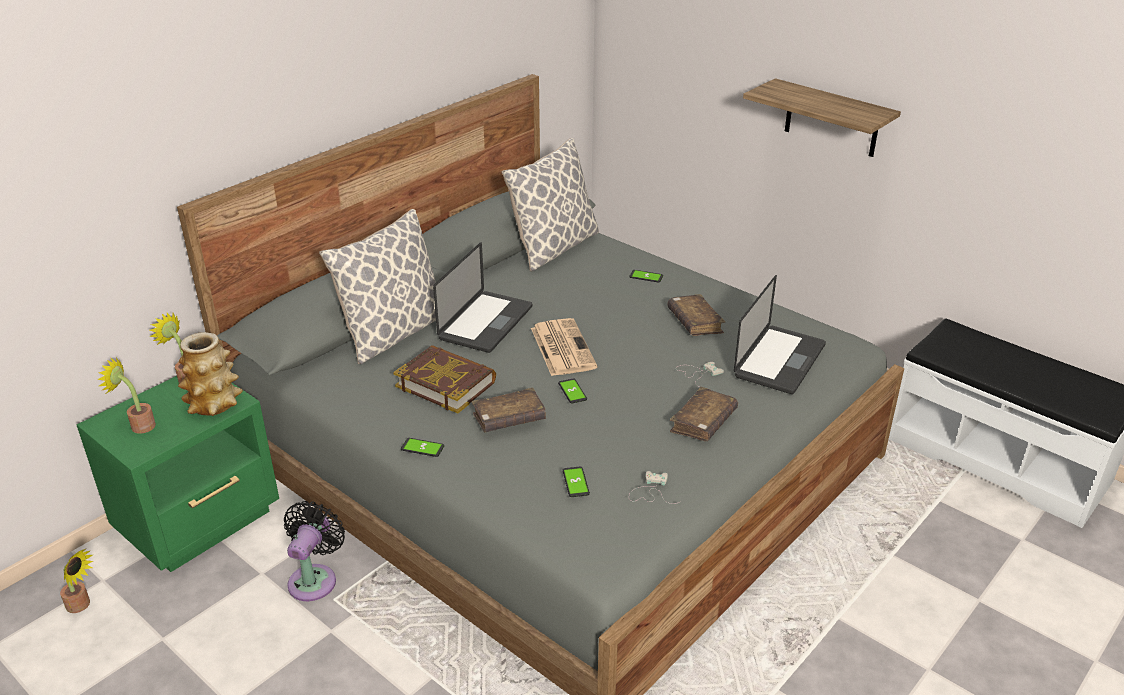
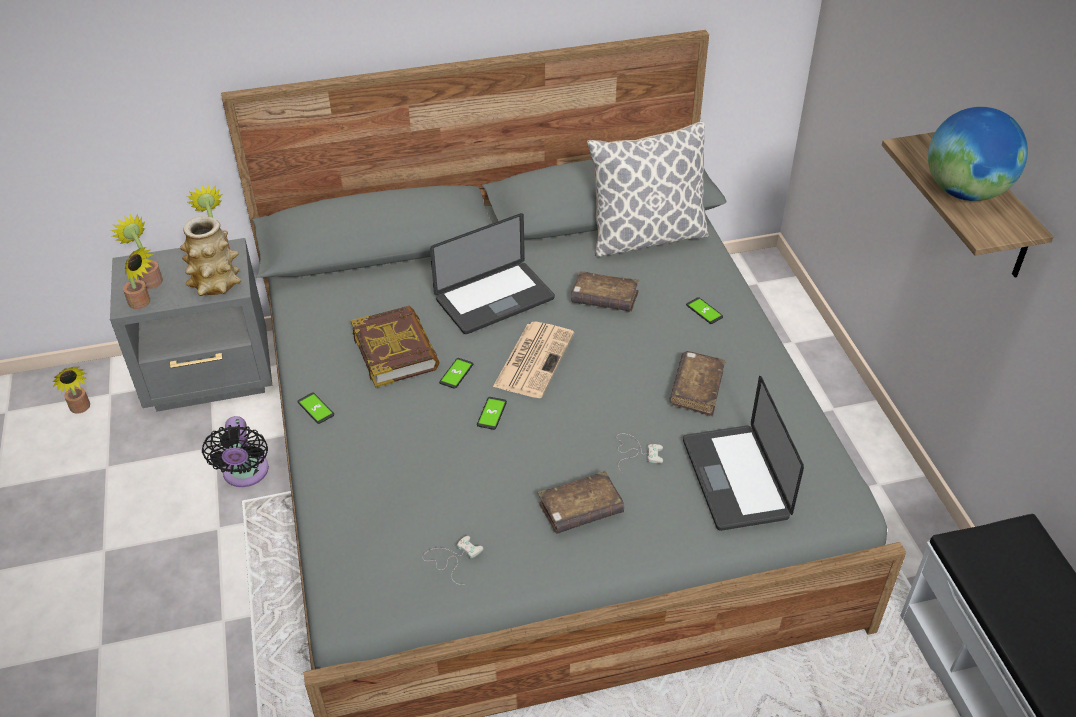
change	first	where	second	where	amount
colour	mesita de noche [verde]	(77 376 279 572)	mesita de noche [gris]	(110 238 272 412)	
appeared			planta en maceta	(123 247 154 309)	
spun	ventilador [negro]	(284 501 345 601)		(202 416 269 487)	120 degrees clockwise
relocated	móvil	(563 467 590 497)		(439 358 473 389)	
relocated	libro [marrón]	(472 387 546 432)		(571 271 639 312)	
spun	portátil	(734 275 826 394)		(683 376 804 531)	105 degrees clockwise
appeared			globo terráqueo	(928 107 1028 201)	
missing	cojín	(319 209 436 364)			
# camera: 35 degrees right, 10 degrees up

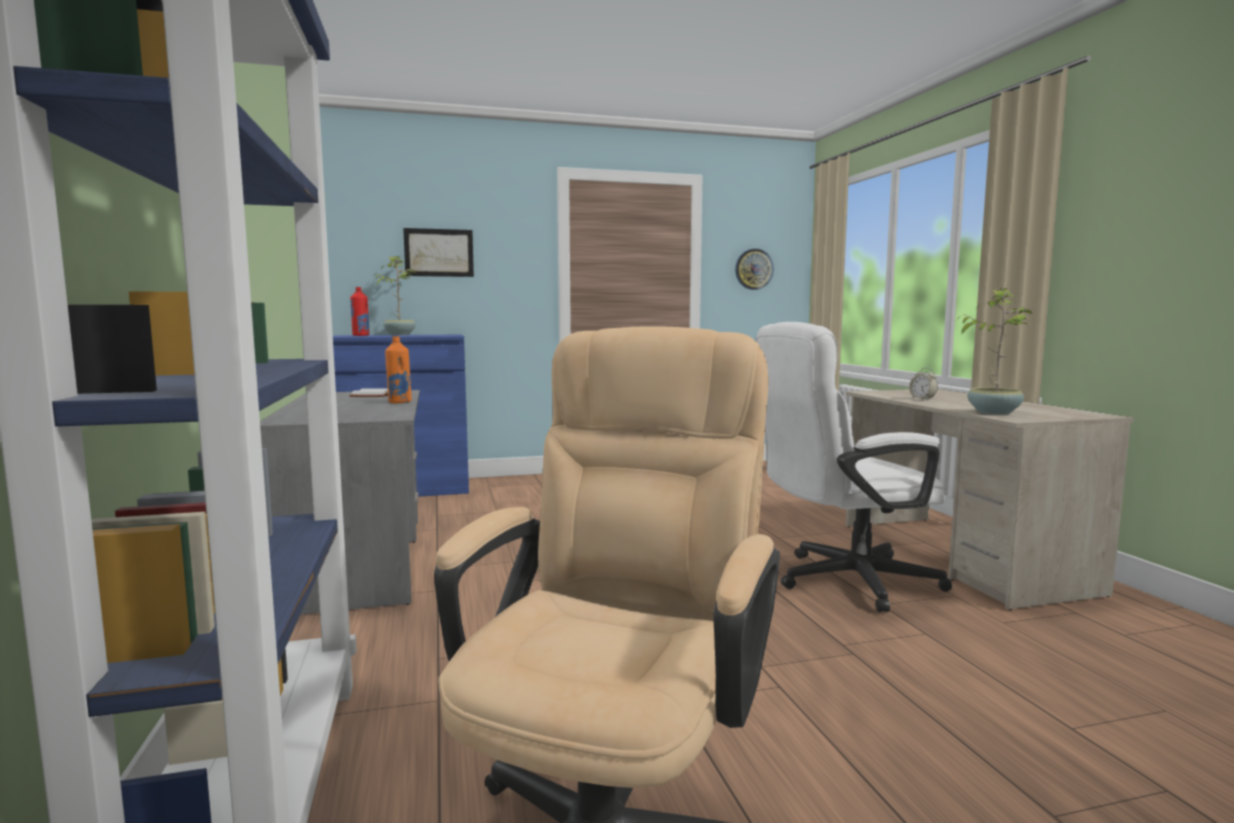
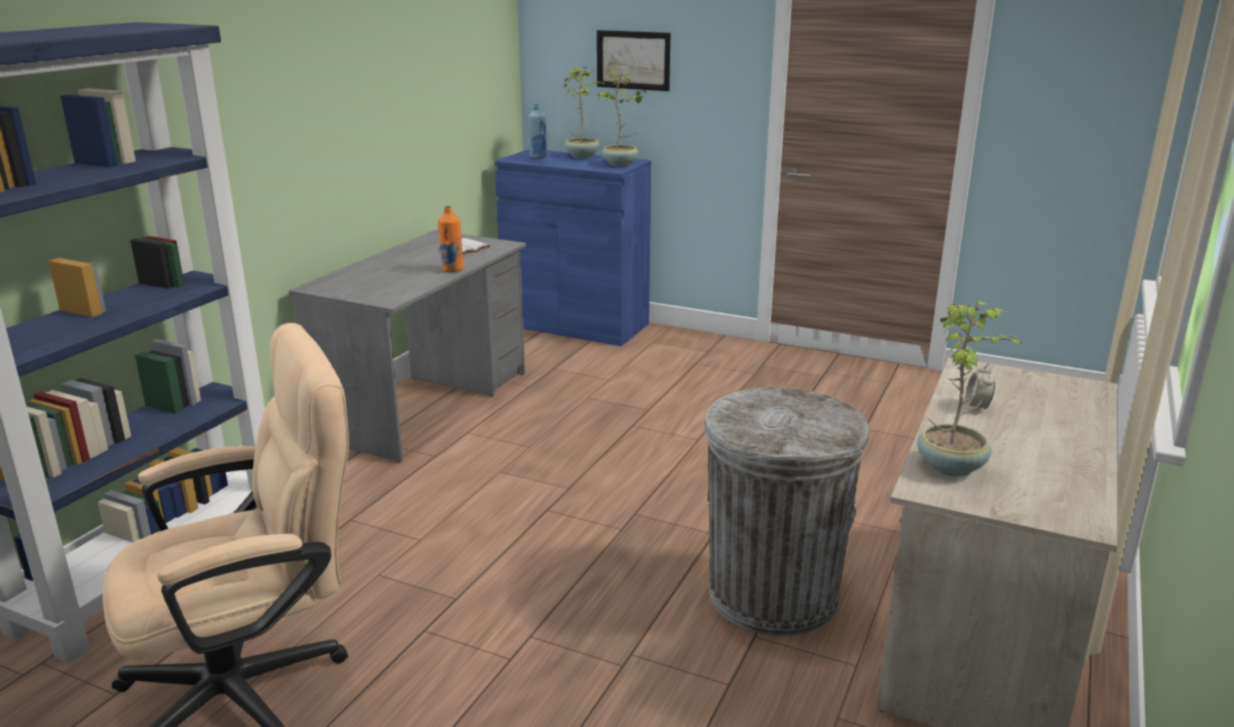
change	first	where	second	where	amount
colour	botella [rojo]	(350 287 370 336)	botella [azul]	(528 104 547 158)	
appeared			planta en maceta	(597 71 646 167)	
exchanged	silla de oficina [blanco]	(755 322 952 612)	papelera [gris]	(704 387 869 636)	
missing	reloj de pared	(735 249 774 290)			
# camera: 40 degrees right, 15 degrees up

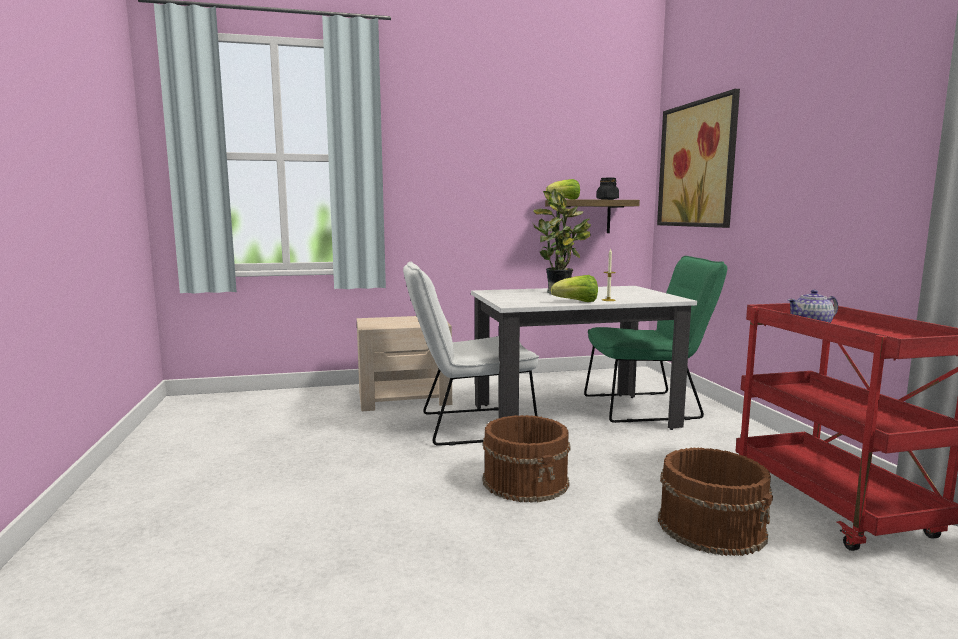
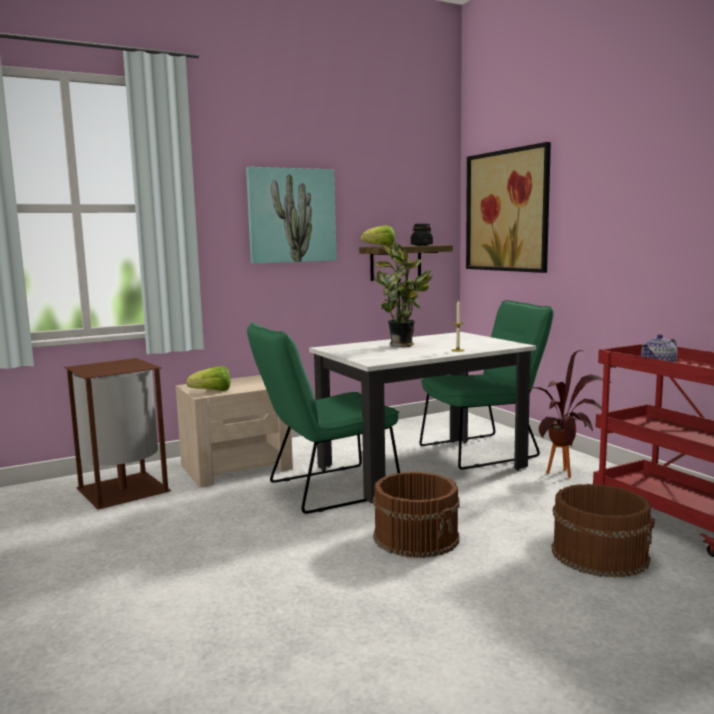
change	first	where	second	where	amount
appeared			papelera [marrón]	(64 358 171 509)	
relocated	lechuga	(551 275 598 302)		(186 366 230 391)	
appeared			cuadro	(246 167 337 264)	
colour	silla [blanco]	(403 262 539 446)	silla [verde]	(247 322 400 514)	
appeared			planta en maceta	(524 350 611 478)	
# camera: 15 degrees left, 0 degrees up

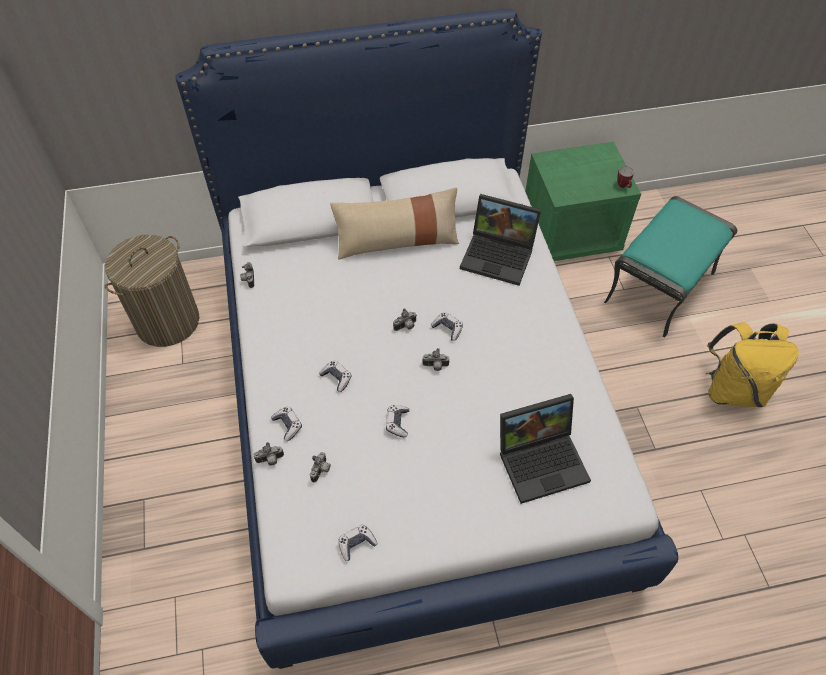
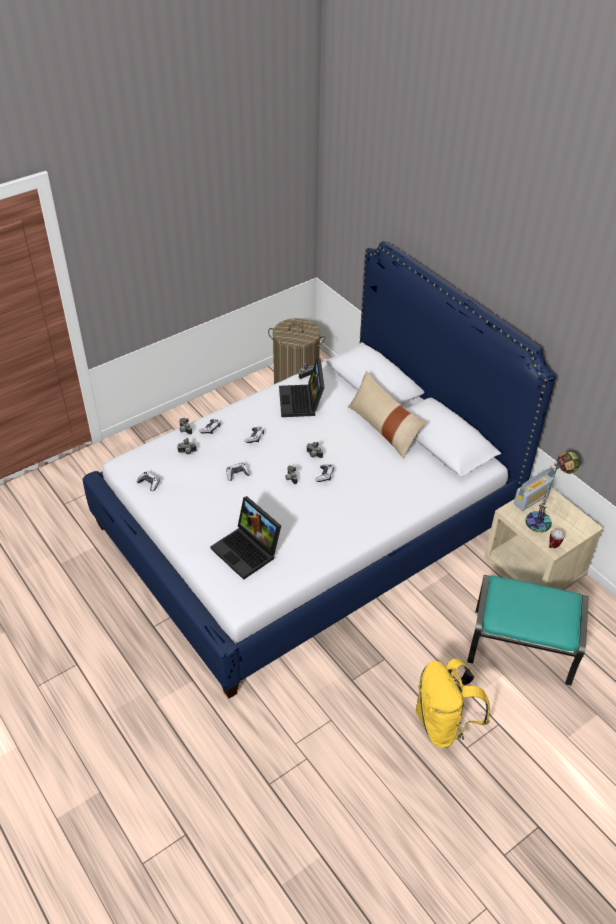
change	first	where	second	where	amount
relocated	portátil	(460 194 541 286)		(279 358 325 417)	
colour	mesita de noche [verde]	(525 142 641 261)	mesita de noche [beis]	(484 487 603 590)	
appeared			radio	(514 469 553 511)	
appeared			lámpara de mesa	(525 451 580 532)	
# camera: 65 degrees right, 10 degrees down

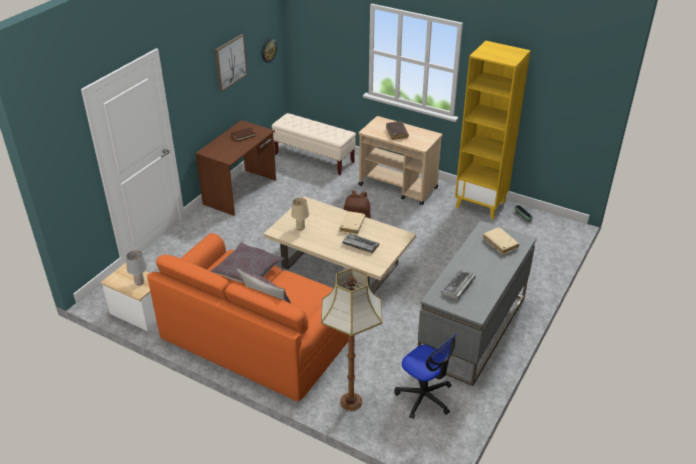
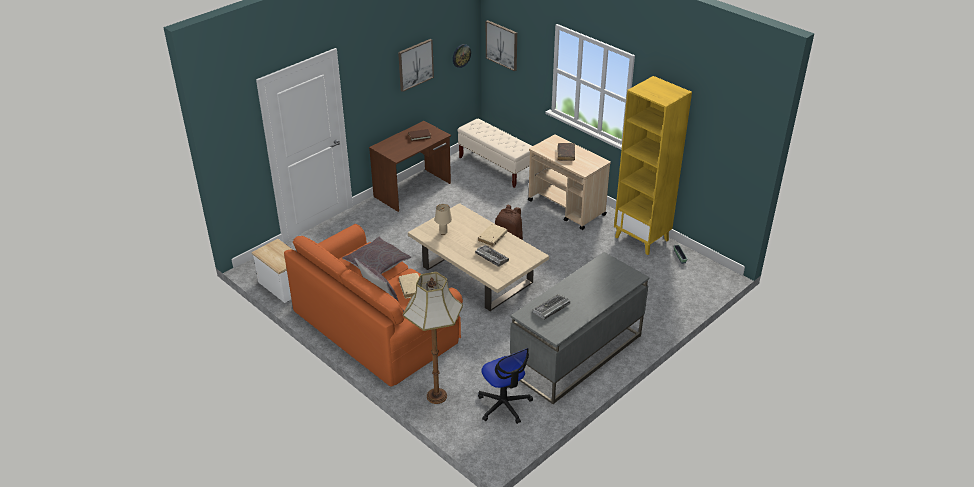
change	first	where	second	where	amount
relocated	libro [beis]	(483 227 519 255)		(399 273 419 299)	
appeared			cuadro	(486 20 517 71)	
missing	lámpara de mesa [gris]	(126 251 147 285)			
# camera: 15 degrees right, 0 degrees up

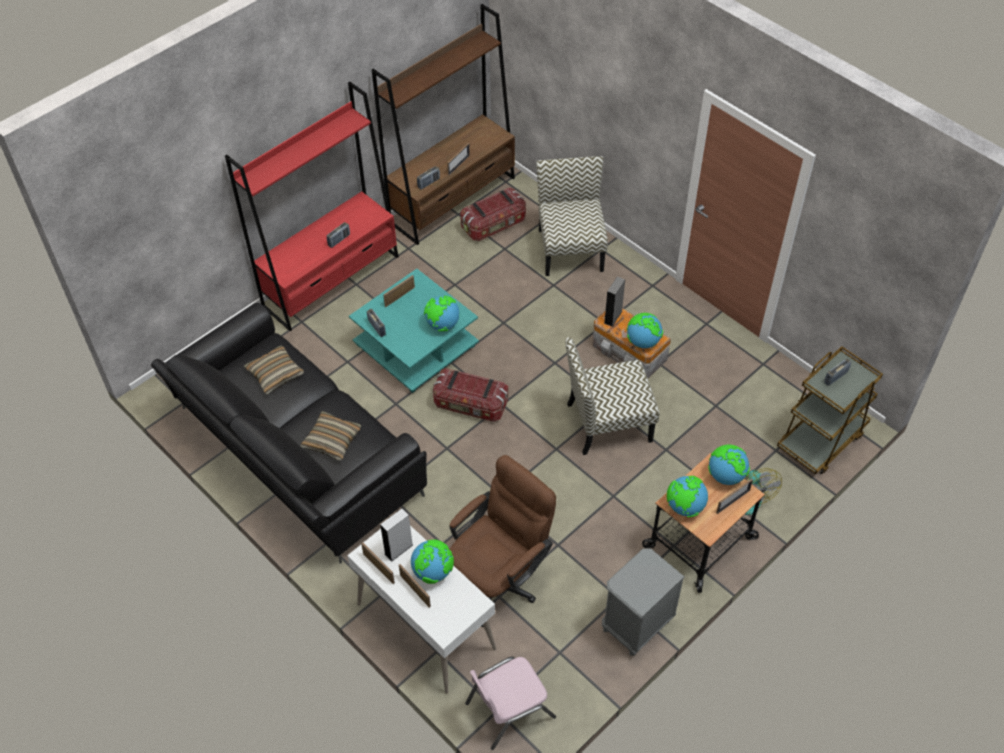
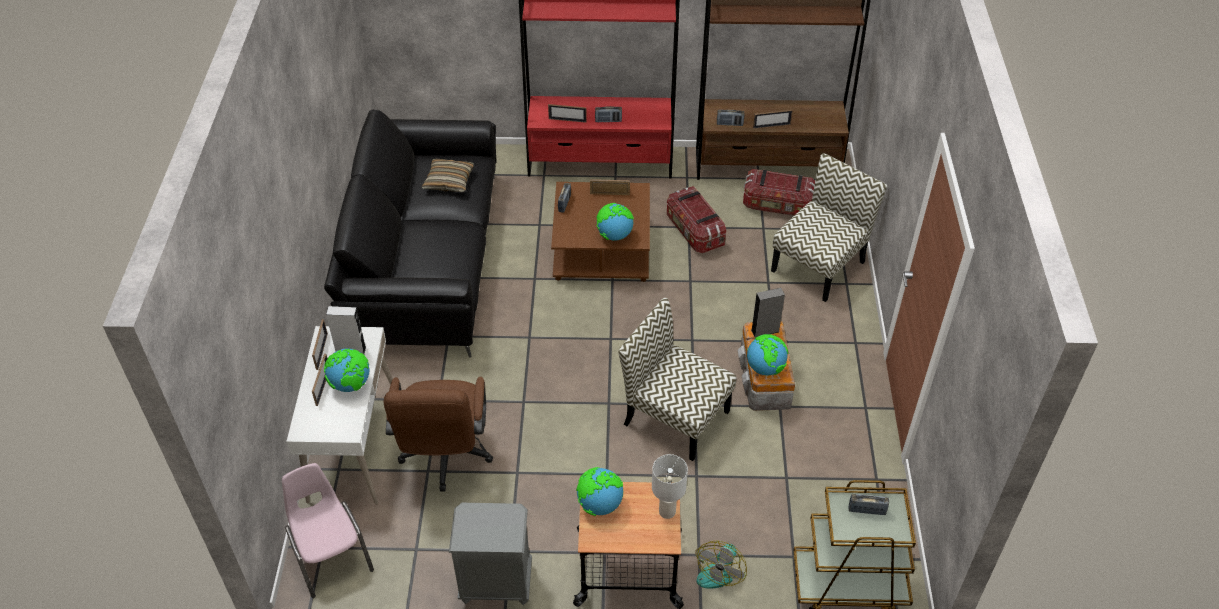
change	first	where	second	where	amount
spun	silla [rosa]	(465 657 556 750)		(282 463 374 598)	45 degrees clockwise
spun	silla de oficina [marrón]	(449 455 556 627)		(384 377 493 491)	90 degrees clockwise
relocated	portarretratos	(716 479 753 514)		(548 104 587 123)	
colour	mesa de centro [turquesa]	(349 269 479 393)	mesa de centro [marrón]	(551 182 650 282)	
exchanged	globo terráqueo	(708 445 750 485)	lámpara de mesa [blanco]	(652 454 688 519)	
relocated	caja de almacenaje	(433 368 508 422)		(667 186 726 253)	
missing	cojín	(300 411 361 460)			
# camera: 45 degrees right, 5 degrees down

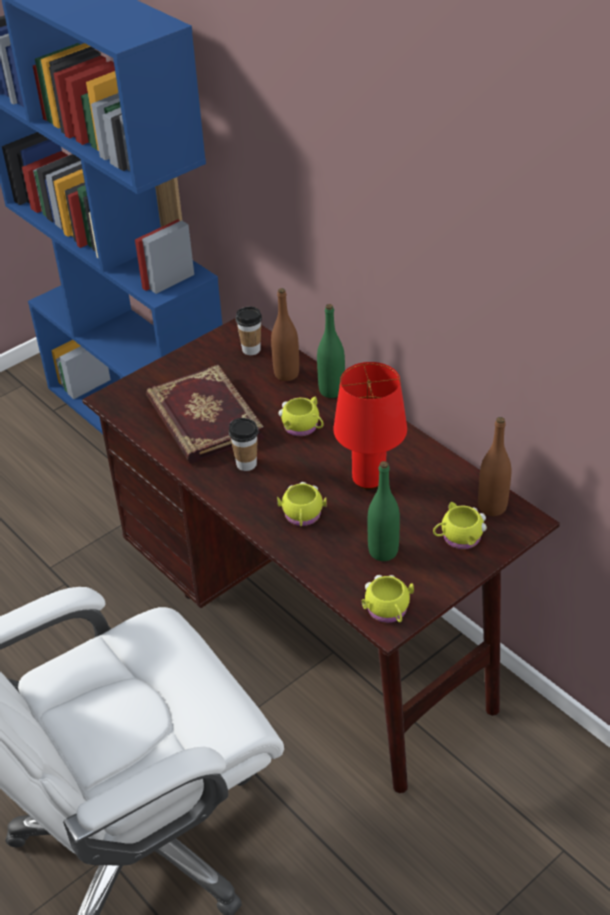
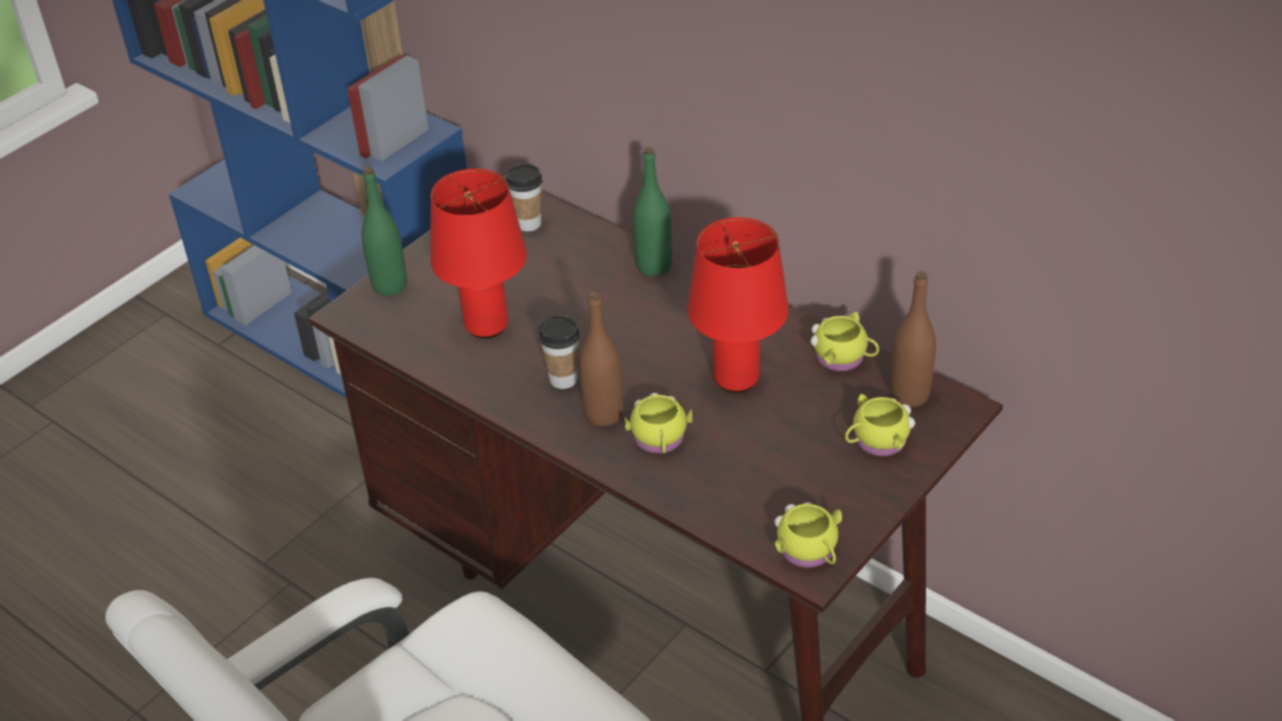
change	first	where	second	where	amount
relocated	botella [verde]	(367 461 400 561)		(361 167 407 296)	
exchanged	libro	(146 365 265 464)	lámpara de mesa [rojo]	(431 169 527 339)	
relocated	botella [marrón]	(271 288 299 381)		(579 291 623 426)	
relocated	taza grande [amarillo]	(278 397 323 436)		(810 312 879 371)	
# camera: 10 degrees left, 0 degrees up

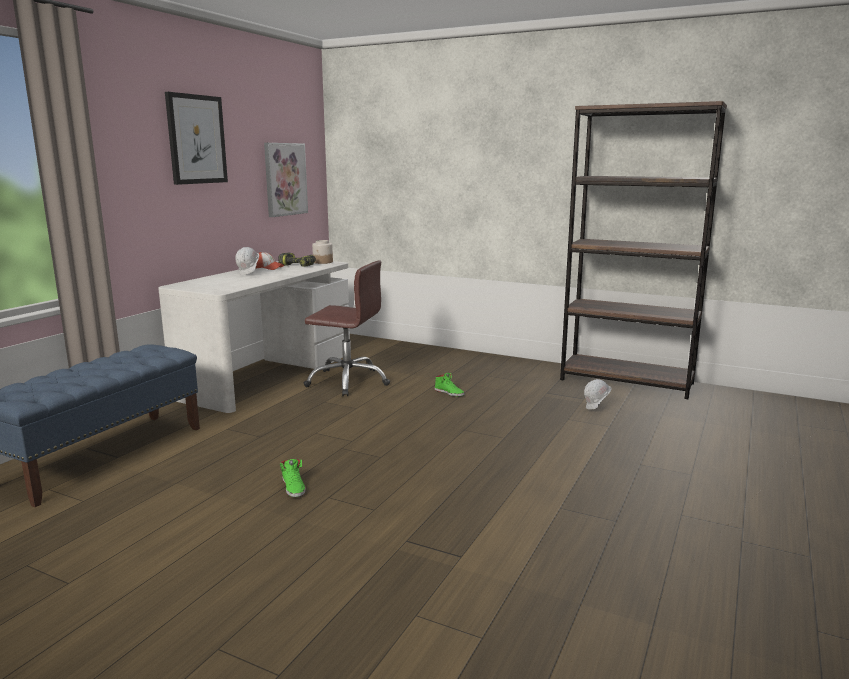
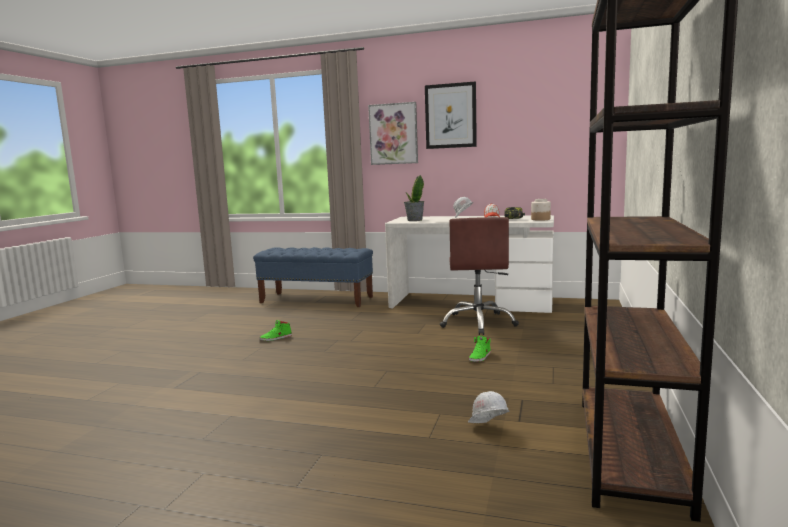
change	first	where	second	where	amount
relocated	cuadro	(264 143 308 217)		(368 102 418 165)	
appeared			planta en maceta	(404 175 425 221)	
# camera: 80 degrees right, 5 degrees down

